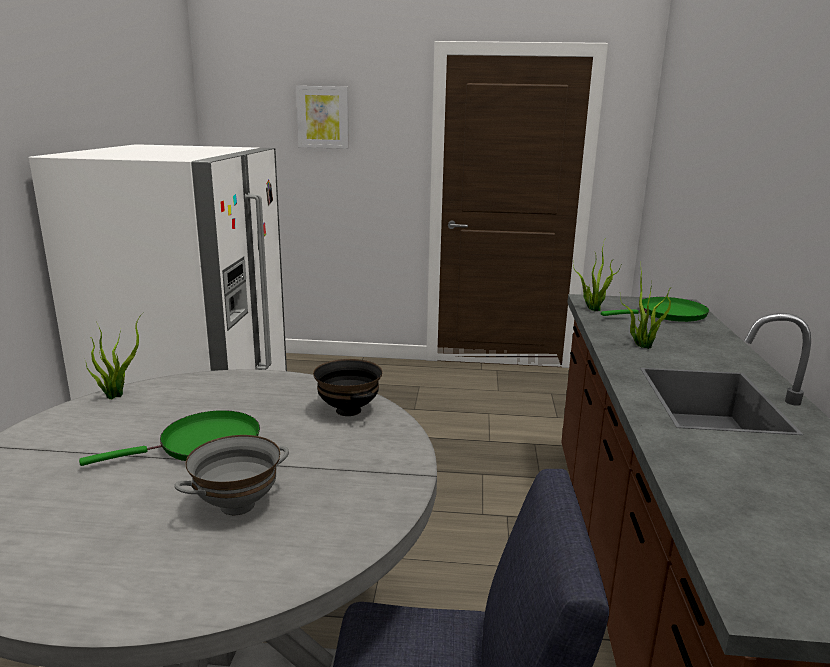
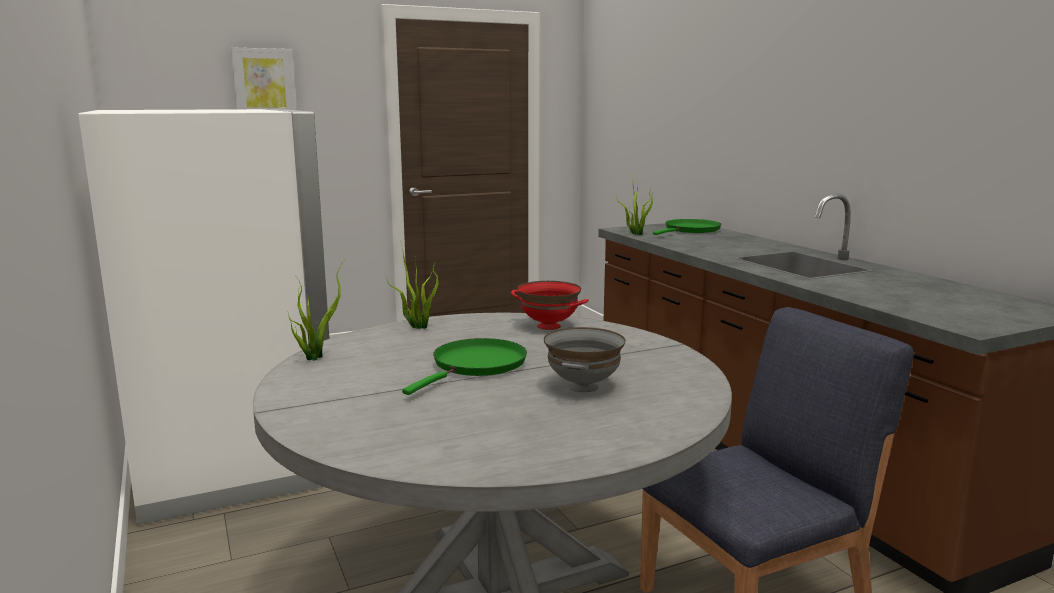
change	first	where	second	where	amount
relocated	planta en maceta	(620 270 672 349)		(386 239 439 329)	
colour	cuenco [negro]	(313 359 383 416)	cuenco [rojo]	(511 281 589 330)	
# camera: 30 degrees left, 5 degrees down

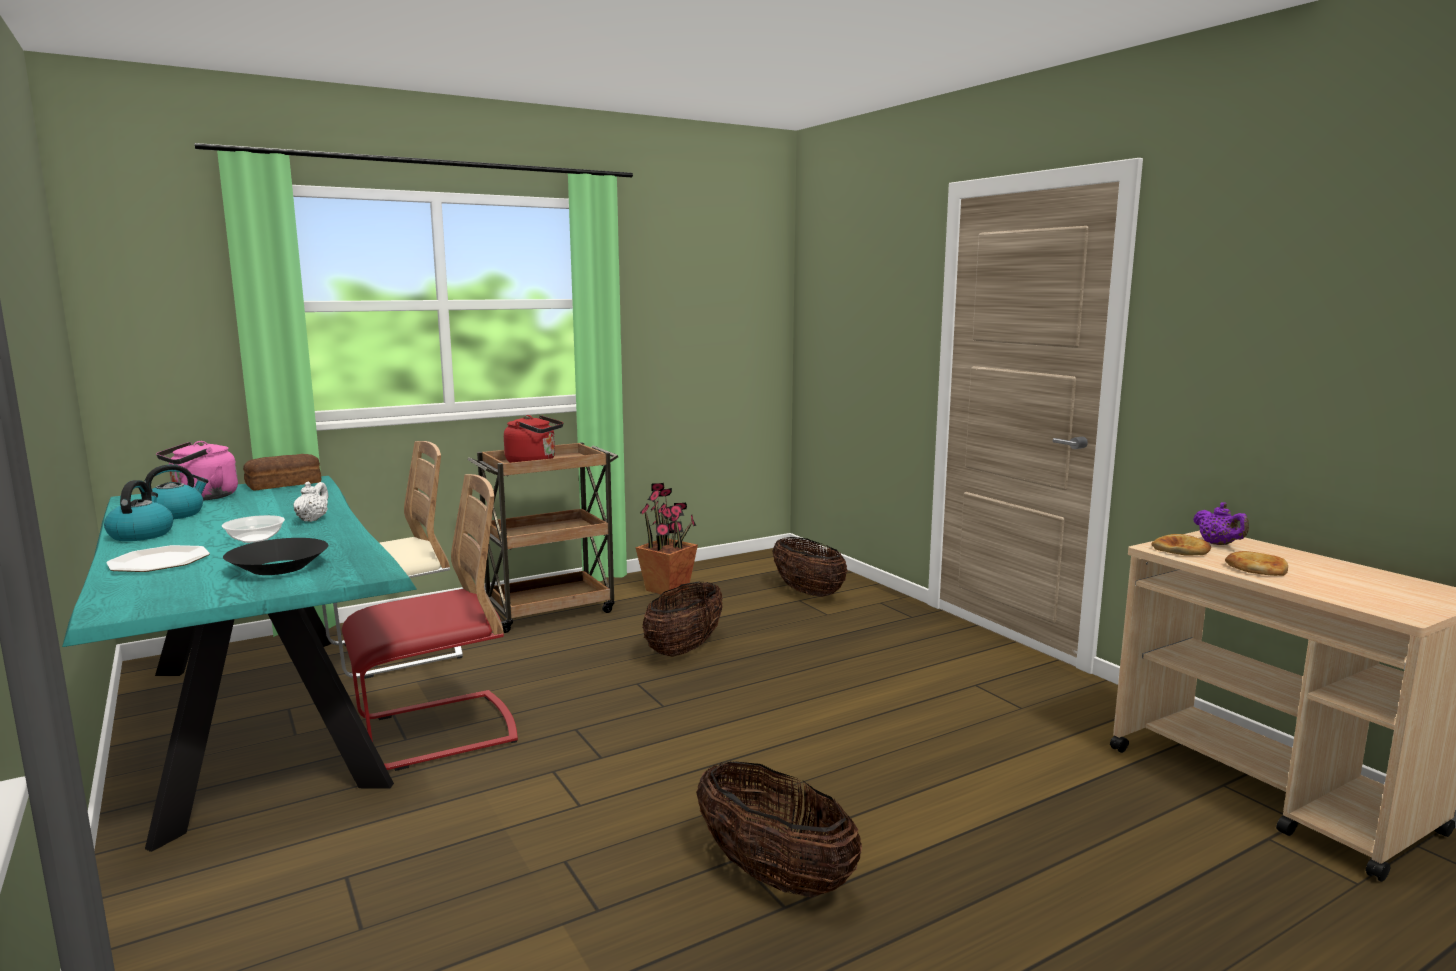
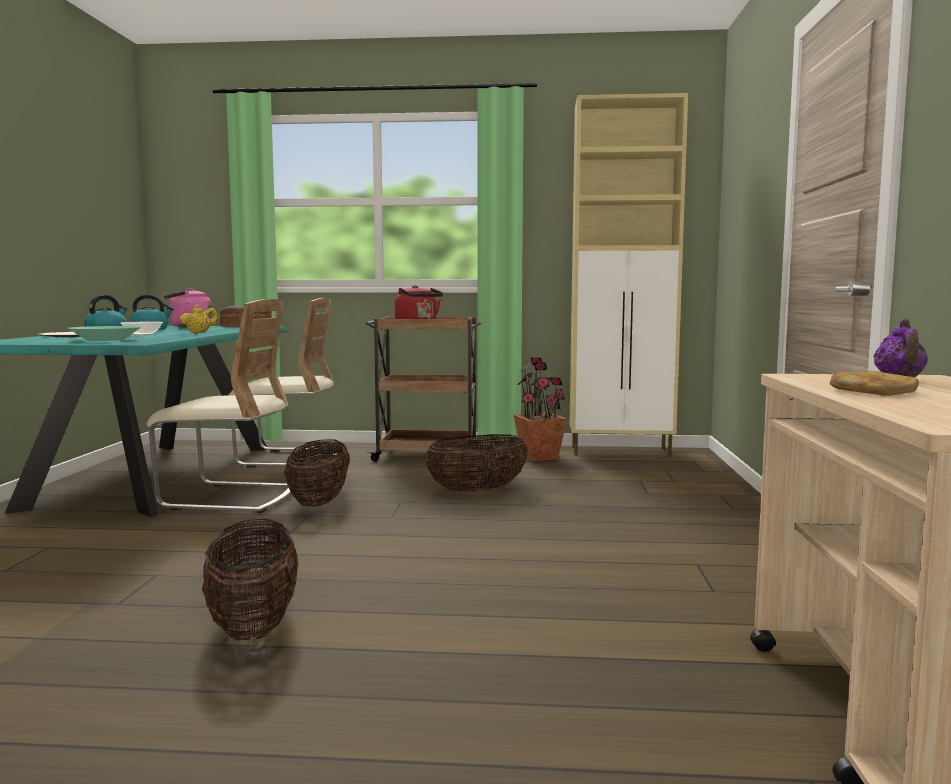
change	first	where	second	where	amount
colour	cuenco [negro]	(223 538 328 575)	cuenco [turquesa]	(68 326 141 341)	
colour	silla [rojo]	(342 474 518 771)	silla [beis]	(147 299 291 513)	
colour	tetera [blanco]	(293 481 328 522)	tetera [amarillo]	(180 305 218 333)	
relocated	cesta	(772 537 847 597)		(284 439 350 507)	
appeared			armario [beis]	(570 93 688 457)	
missing	pan	(1151 534 1211 556)			
# camera: 35 degrees right, 5 degrees down

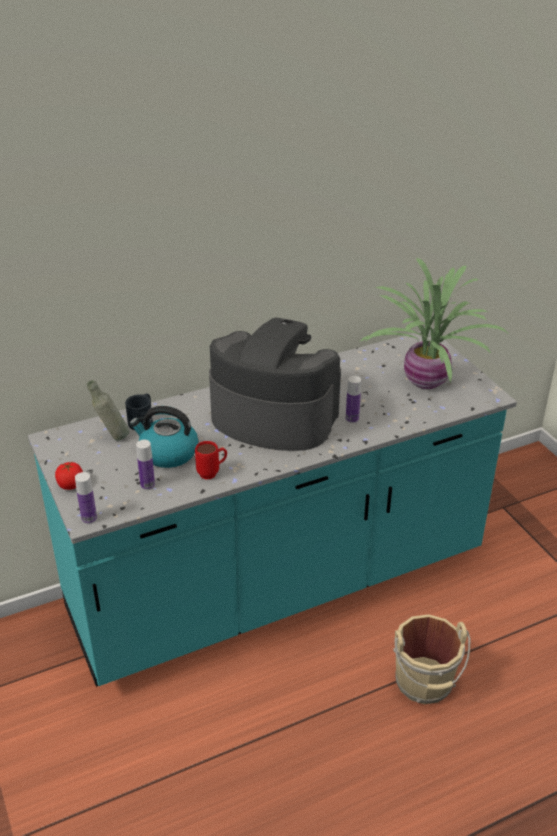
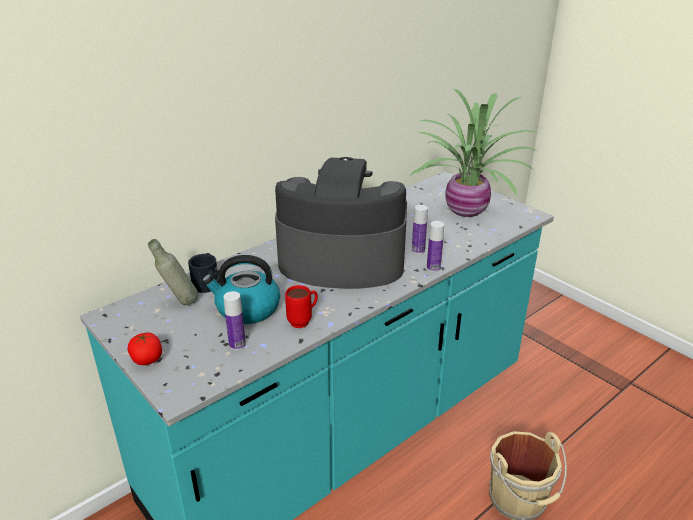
change	first	where	second	where	amount
relocated	botella	(75 472 97 524)		(427 221 444 272)	
# camera: 15 degrees left, 5 degrees down

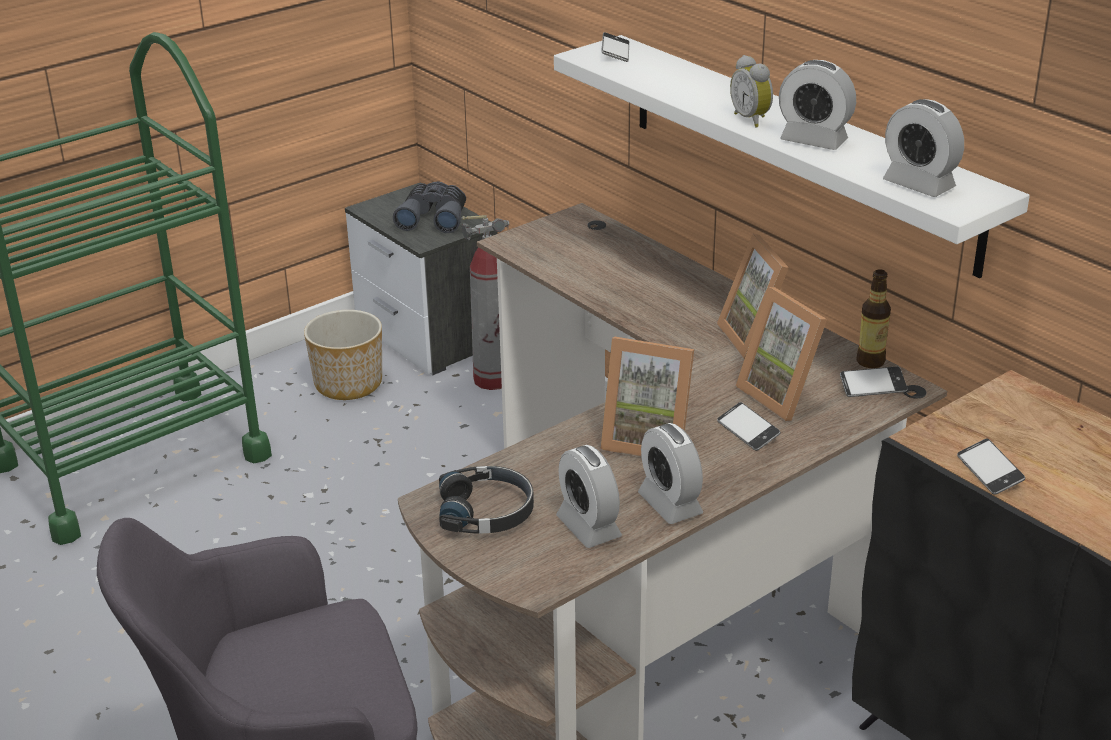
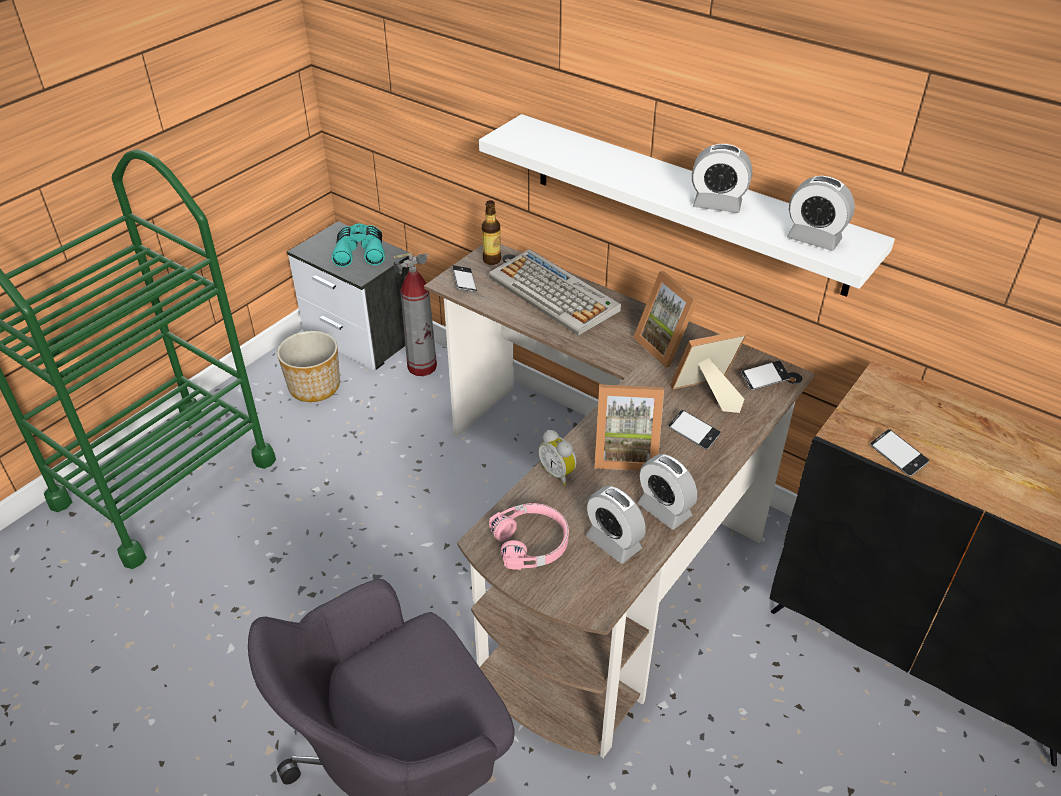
change	first	where	second	where	amount
colour	prismáticos [gris]	(393 181 466 233)	prismáticos [turquesa]	(332 223 385 267)	
relocated	móvil	(601 32 629 62)		(452 265 477 292)	
relocated	botella	(856 269 891 368)		(482 200 501 265)	
appeared			teclado	(489 249 621 336)	
colour	auriculares [negro]	(439 466 534 534)	auriculares [rosa]	(489 503 569 570)	
relocated	despertador	(730 55 773 128)		(538 430 577 486)	
spun	portarretratos	(736 287 827 421)		(670 330 747 413)	120 degrees clockwise
# camera: 15 degrees left, 10 degrees up

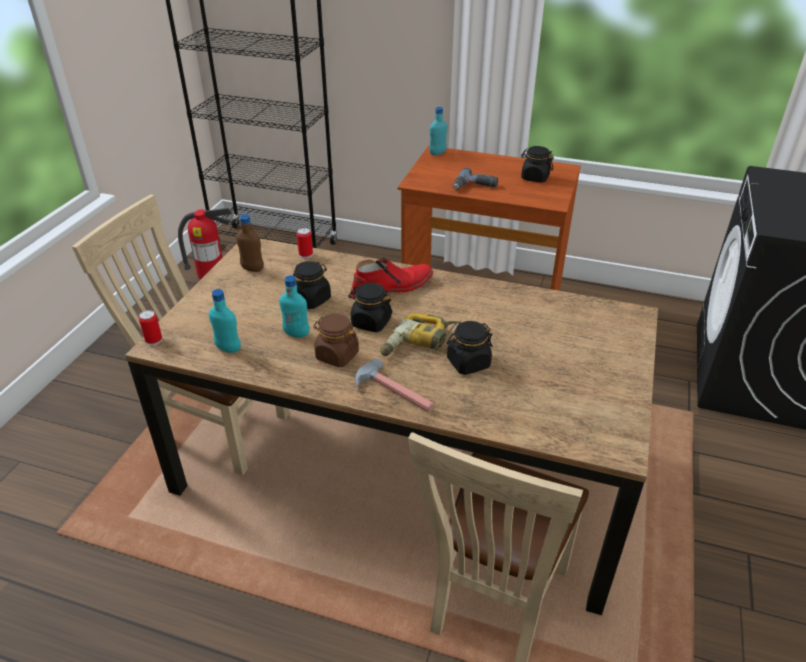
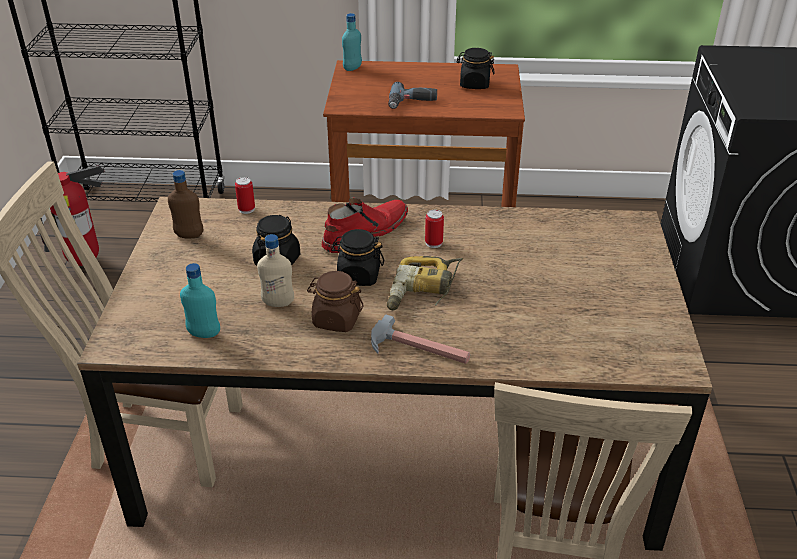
change	first	where	second	where	amount
colour	botella [turquesa]	(279 275 309 338)	botella [beis]	(257 234 294 307)	
relocated	lata	(139 310 162 346)		(425 210 444 248)	
missing	tarro [negro]	(447 321 492 375)			
# camera: 15 degrees left, 0 degrees up

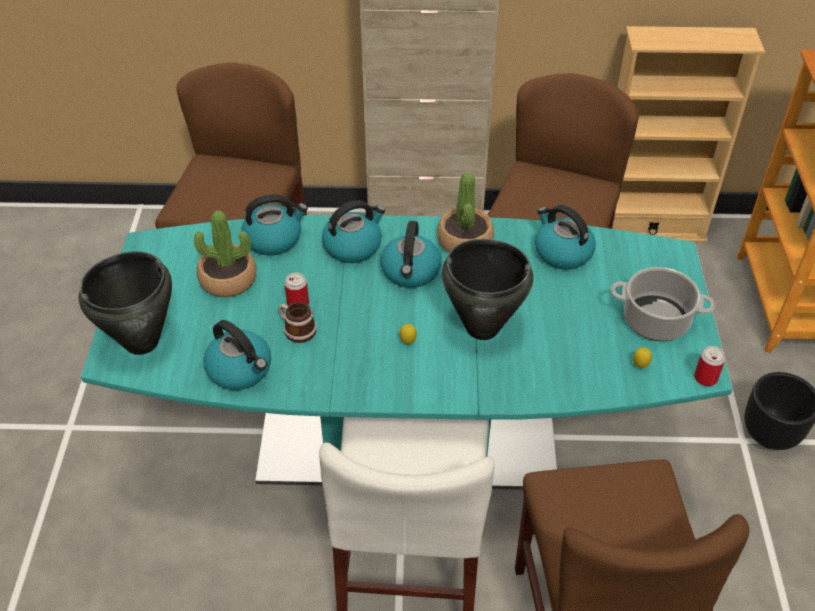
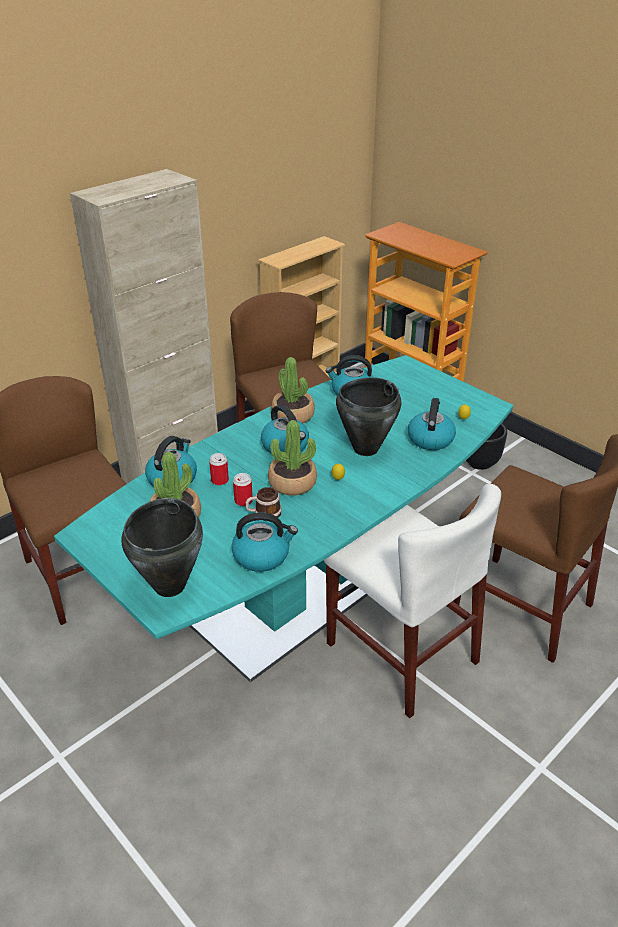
change	first	where	second	where	amount
relocated	lata	(694 346 726 386)		(209 453 229 485)	
appeared			planta en maceta	(268 420 317 495)	
relocated	hervidor	(322 200 385 263)		(408 398 456 450)	
missing	olla	(611 267 716 341)			
# camera: 45 degrees left, 10 degrees down

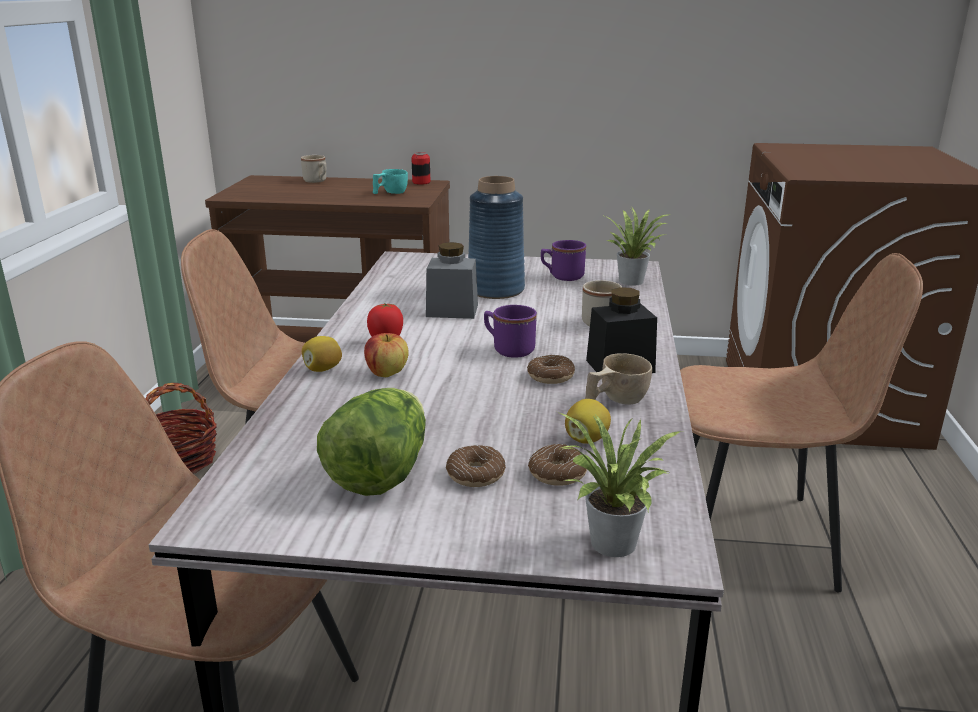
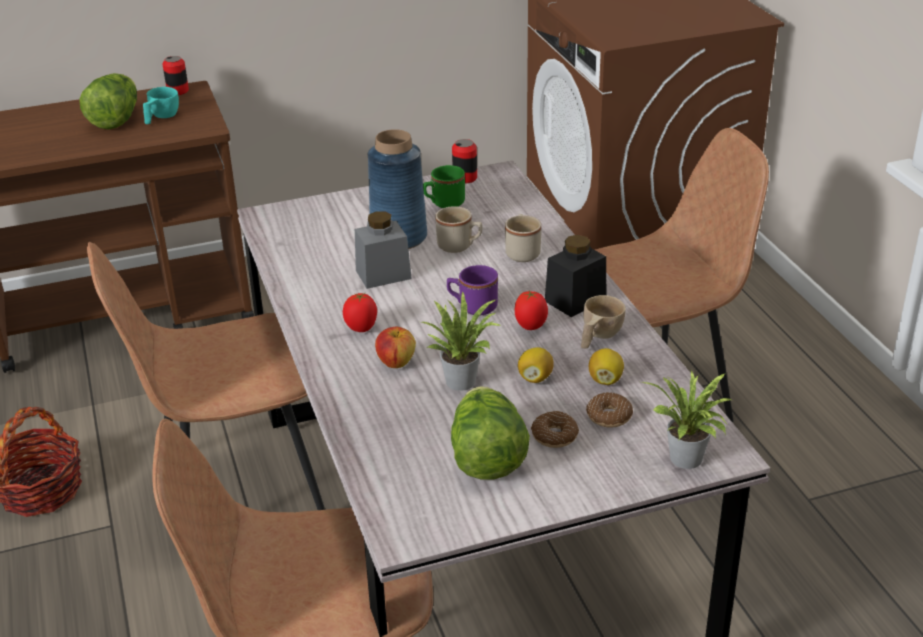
change	first	where	second	where	amount
appeared			lechuga	(79 73 137 130)	
relocated	planta en maceta	(605 206 672 286)		(421 291 502 391)	
colour	taza grande [morado]	(541 240 586 281)	taza grande [verde]	(423 165 465 208)	
relocated	taza grande [beis]	(301 155 326 183)		(435 206 482 253)	
appeared			lata	(452 139 477 184)	
exchanged	rosquilla	(527 355 575 384)	tomate	(515 291 548 330)	
relocated	limón	(302 336 342 372)		(518 347 554 383)	
# camera: 25 degrees left, 10 degrees up

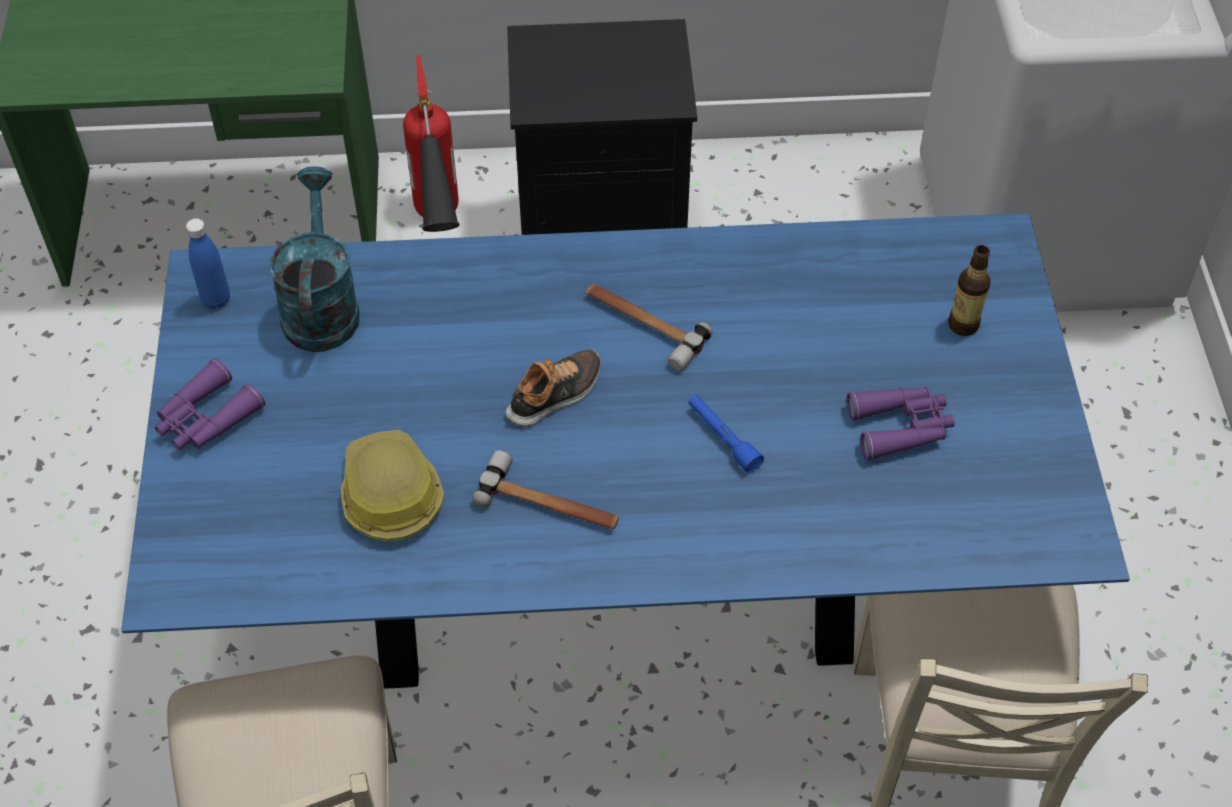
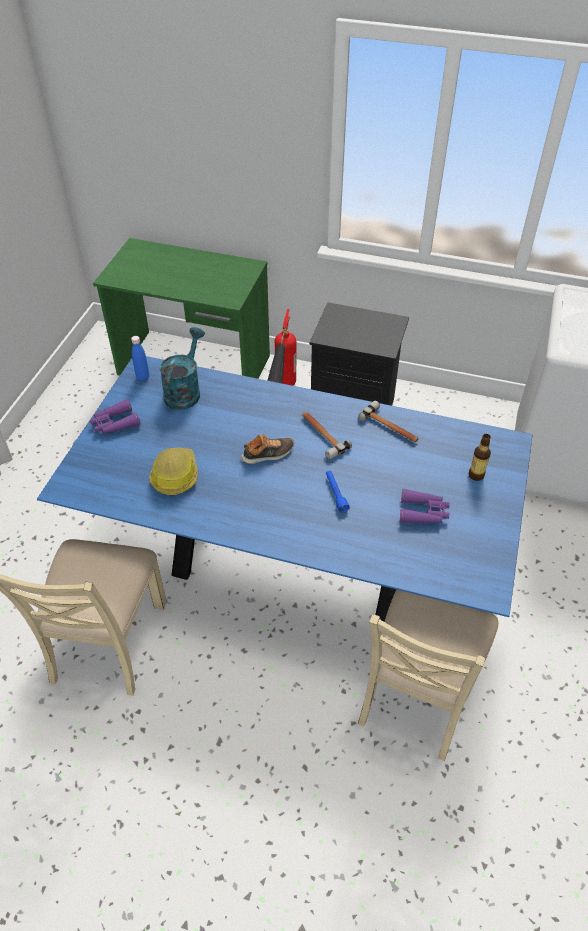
change	first	where	second	where	amount
relocated	martillo	(473 450 619 529)		(358 401 419 442)	
# camera: 20 degrees right, 5 degrees down

